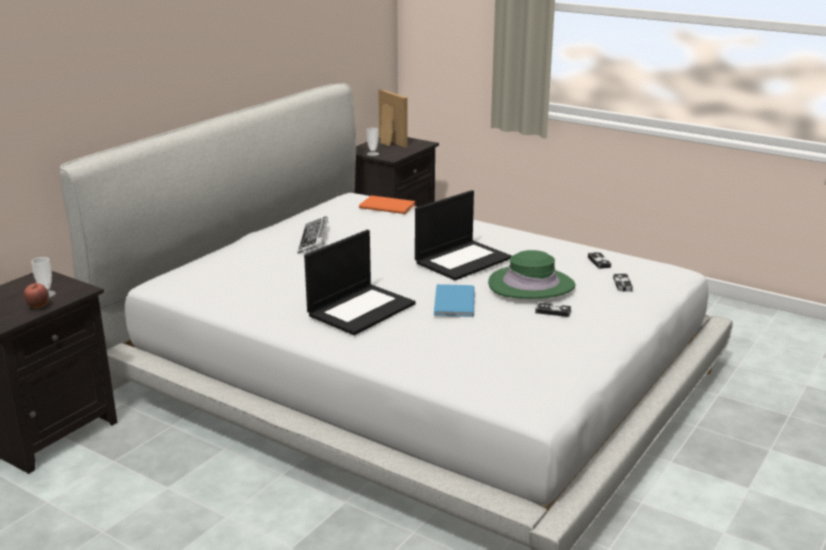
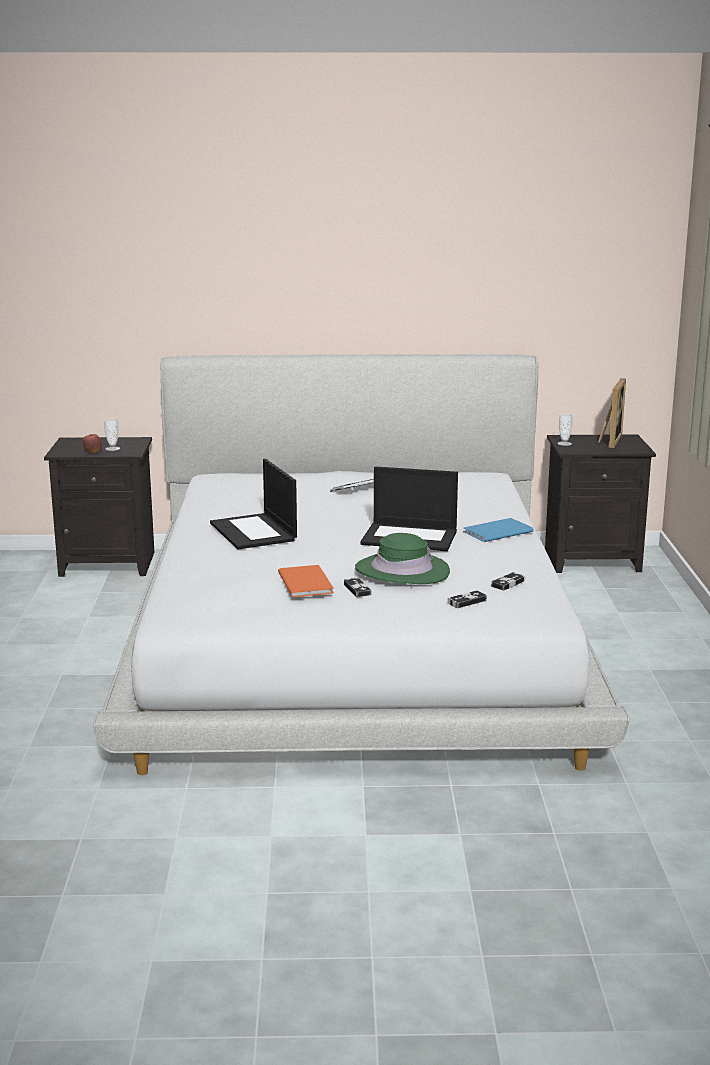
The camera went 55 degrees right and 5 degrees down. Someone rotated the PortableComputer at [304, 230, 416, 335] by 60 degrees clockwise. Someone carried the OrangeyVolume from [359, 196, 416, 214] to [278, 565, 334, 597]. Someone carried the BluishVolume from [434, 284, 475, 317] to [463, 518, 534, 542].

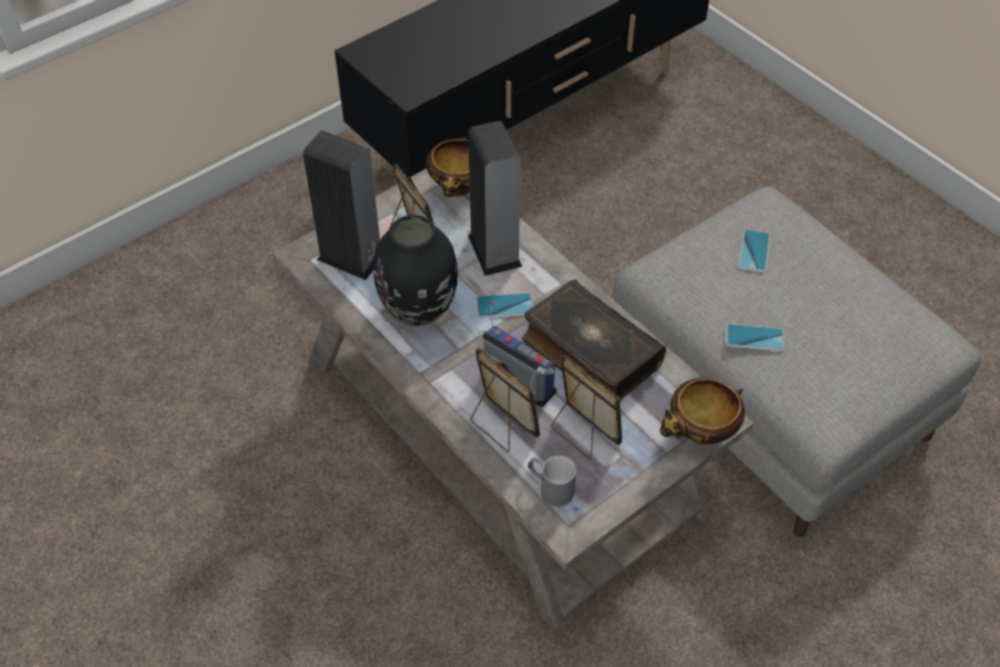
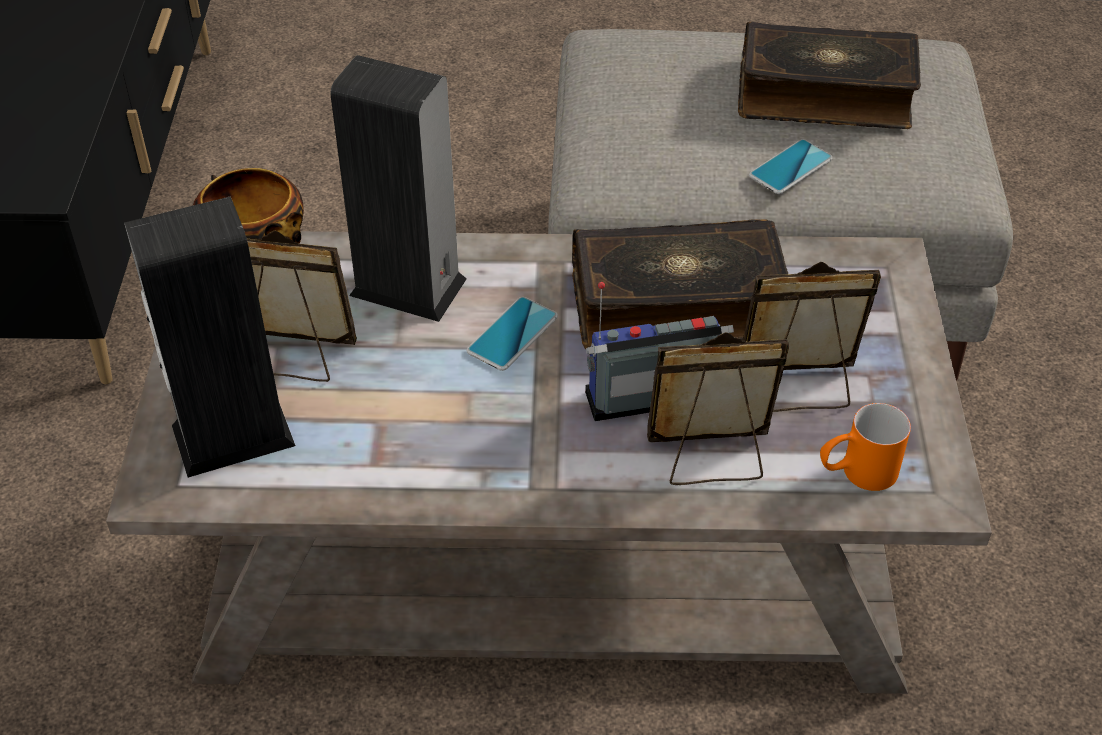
The camera went 50 degrees left and 5 degrees down. Someone put down the Volume at [738, 22, 921, 129]. Someone repainted the GrayTeaMug at [527, 456, 576, 507], which became the OrangeyTeaMug at [820, 403, 911, 491]. Someone took away the BlackColouredFlowerVase at [373, 215, 458, 326]. Someone took away the DeepDish at [660, 378, 745, 444]. Someone took away the Handset at [739, 229, 771, 273].

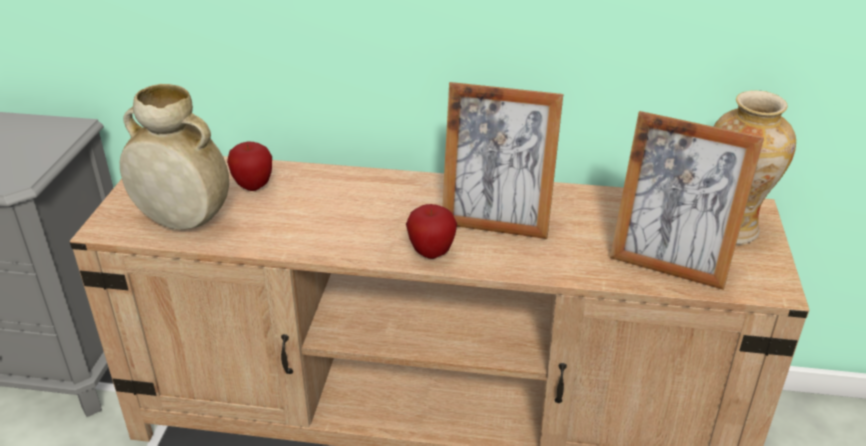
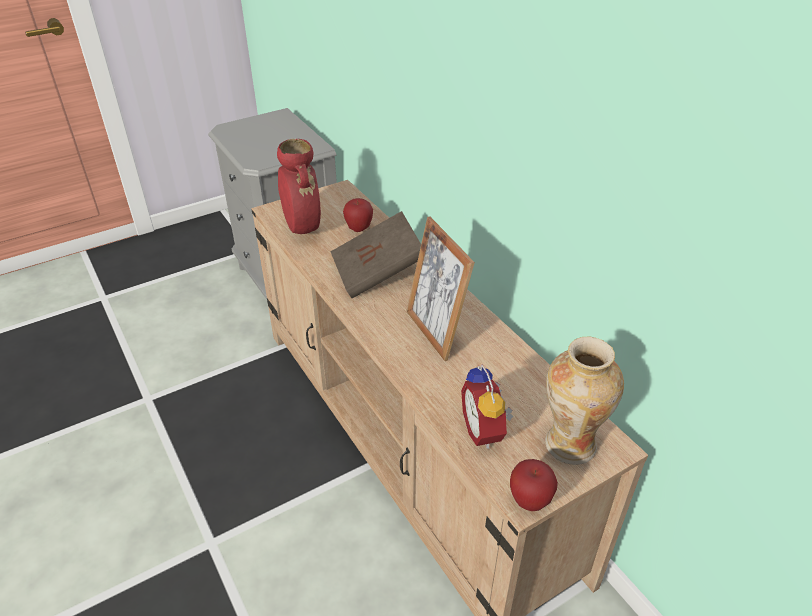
The camera went 50 degrees right and 5 degrees up. Someone repainted the BeigeFlowerVase at [120, 84, 229, 230], which became the RedColouredFlowerVase at [277, 139, 321, 234]. Someone put down the BrownVolume at [331, 211, 421, 298]. Someone swapped the PictureFrame at [610, 111, 764, 290] for the BedsideClock at [461, 364, 513, 449]. Someone carried the Apple from [406, 204, 457, 259] to [510, 459, 558, 511].

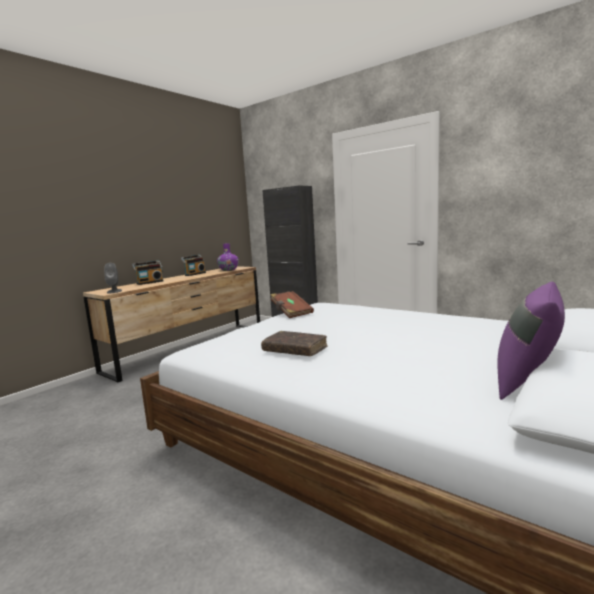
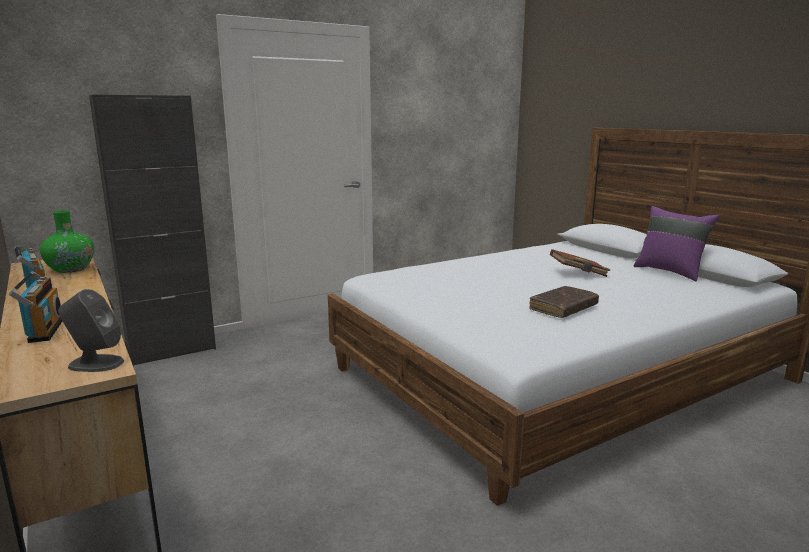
The camera went 70 degrees left and 5 degrees up. Someone repainted the PurpleColouredFlowerVase at [217, 243, 239, 271], which became the GreenishFlowerVase at [40, 210, 94, 273]. Someone carried the BrownVolume from [270, 291, 314, 318] to [550, 249, 610, 277].

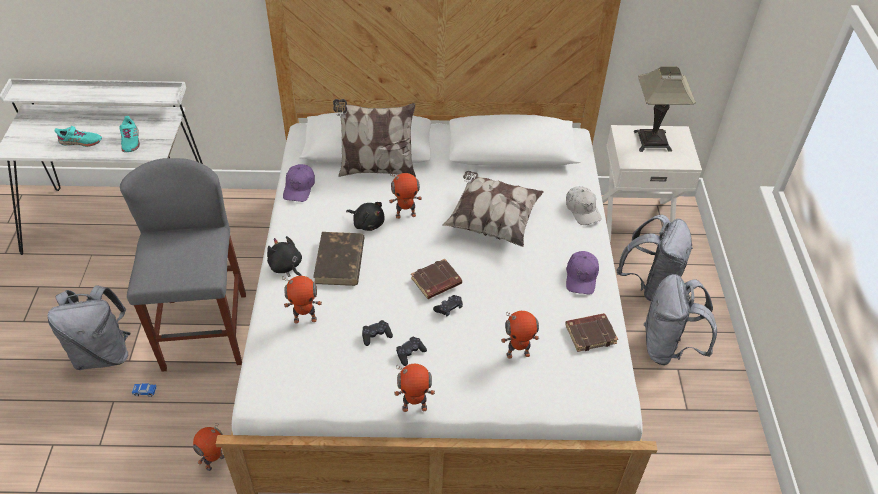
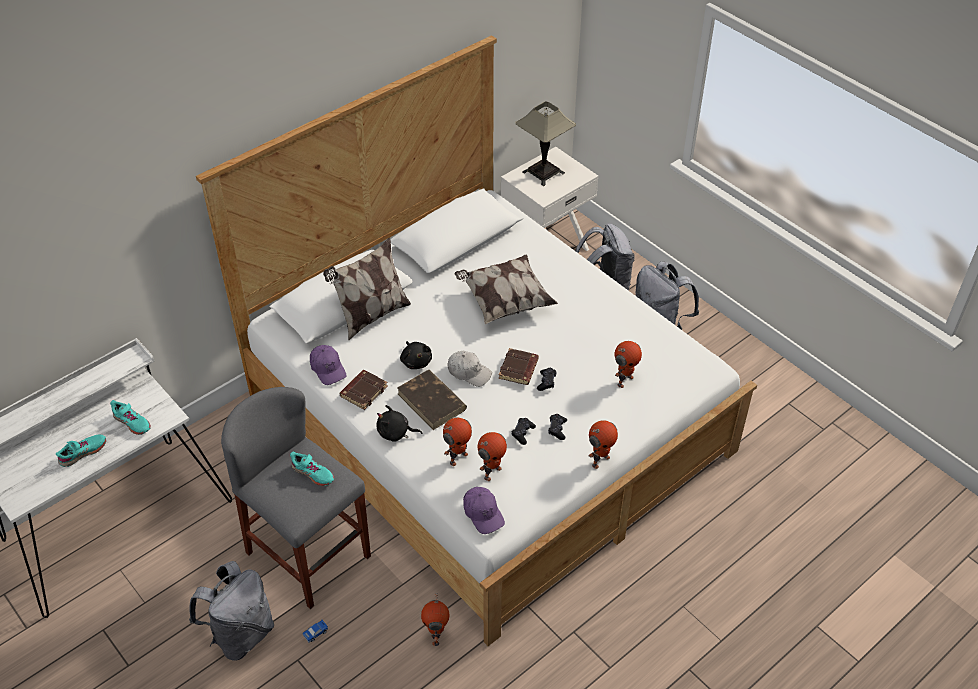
The camera went 40 degrees left and 0 degrees up. Someone put down the TurquoiseColouredShoe at [290, 452, 334, 486]. Someone carried the BrownVolume from [565, 313, 618, 352] to [339, 370, 388, 410]. Someone rotated the BlackColouredSoftToy at [346, 202, 384, 231] by 75 degrees clockwise. Someone carried the WhiteColouredCap from [566, 186, 602, 225] to [447, 351, 492, 387]. Someone carried the PurpleColouredCap from [566, 251, 599, 295] to [463, 487, 505, 534]. Someone carried the ModelRobot from [389, 173, 422, 219] to [478, 432, 507, 481].

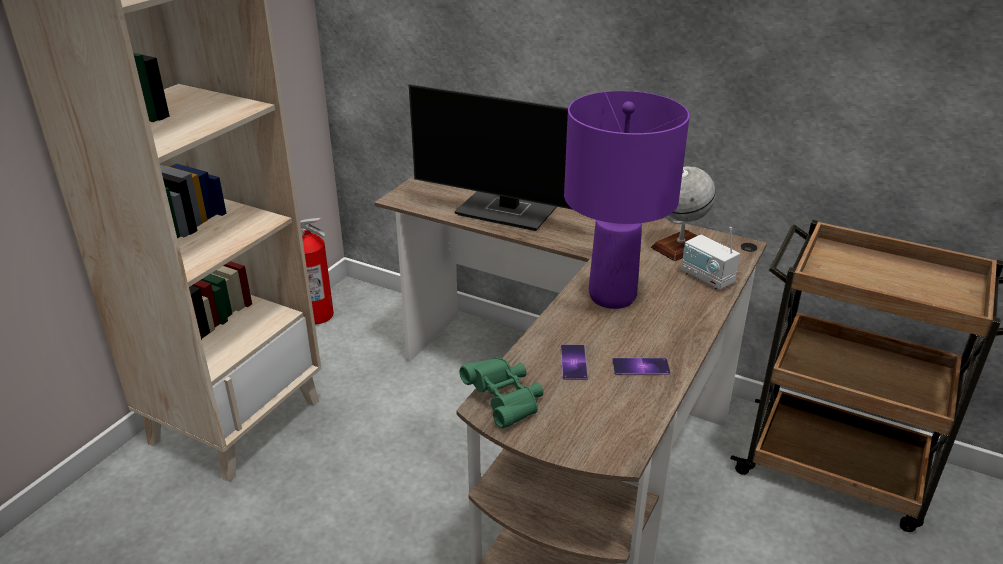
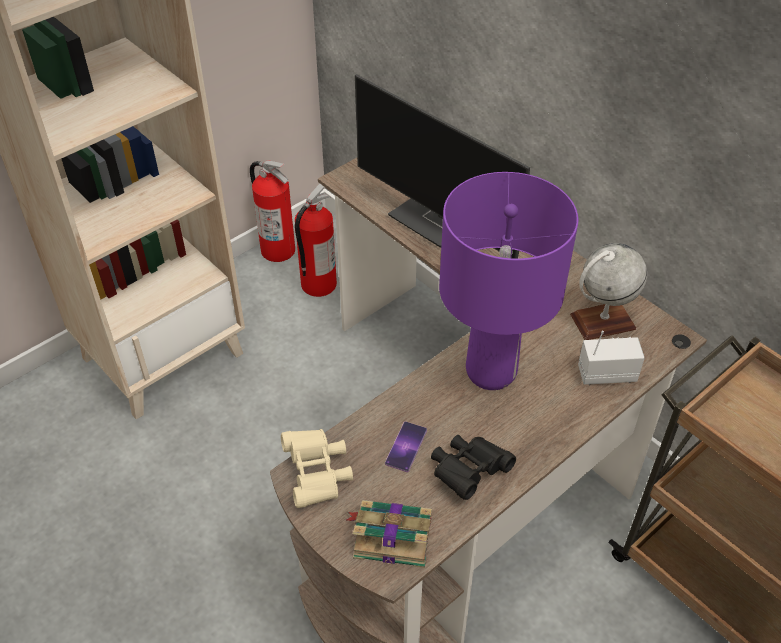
The camera went 20 degrees right and 15 degrees up. Someone repainted the GreenishFieldGlasses at [460, 357, 543, 428], which became the BeigeFieldGlasses at [281, 429, 353, 508]. Someone put down the Extinguisher at [295, 184, 337, 297]. Someone put down the Volume at [346, 500, 432, 568]. Someone swapped the Handset at [612, 358, 671, 375] for the BlackColouredFieldGlasses at [431, 435, 516, 500]. Someone rotated the Radio at [681, 227, 740, 290] by 105 degrees clockwise.

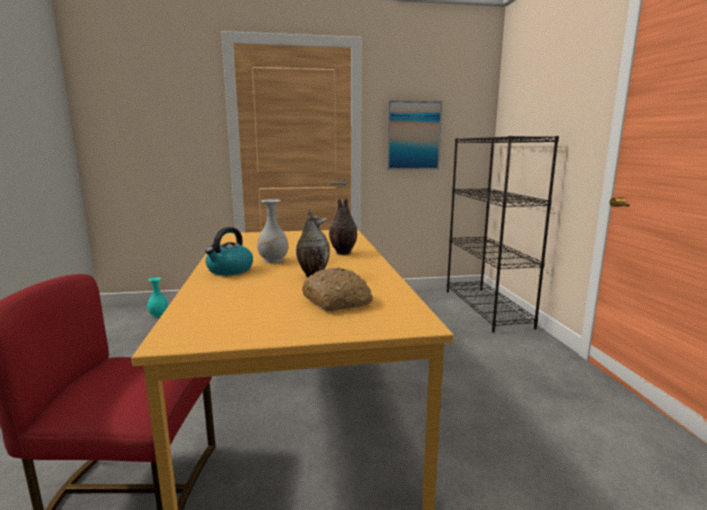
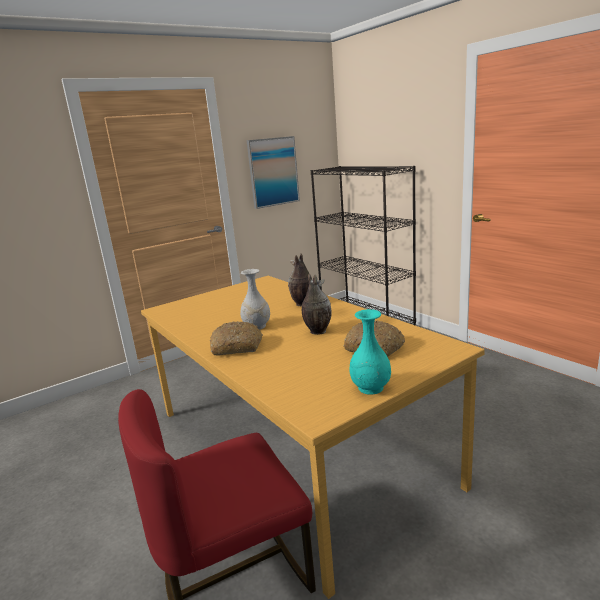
The camera went 25 degrees left and 5 degrees up. Someone swapped the TeaKettle at [205, 227, 253, 275] for the BakedBread at [210, 321, 263, 356]. Someone carried the TurquoiseColouredFlowerVase from [147, 277, 169, 318] to [349, 309, 391, 395].

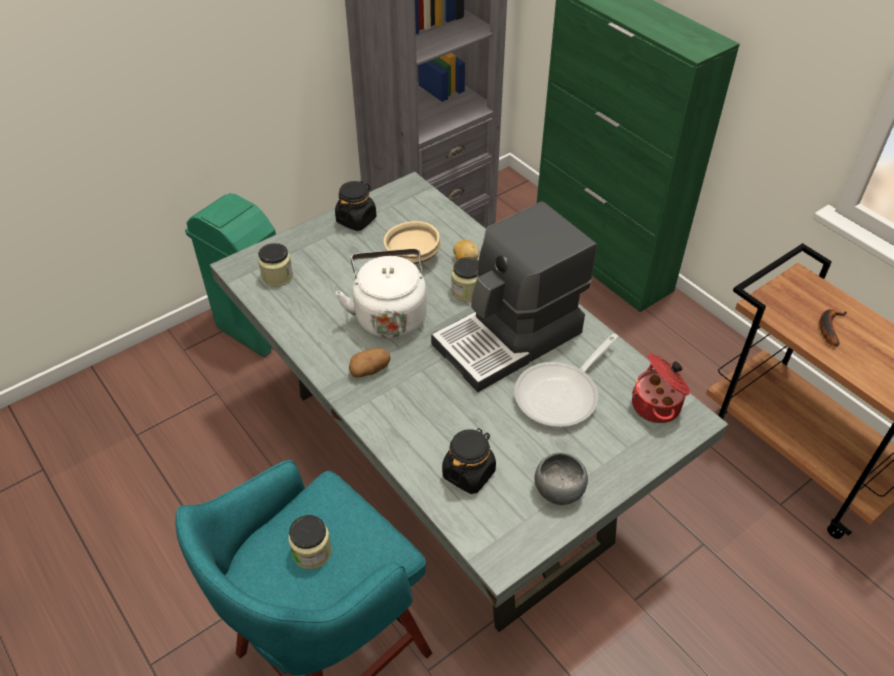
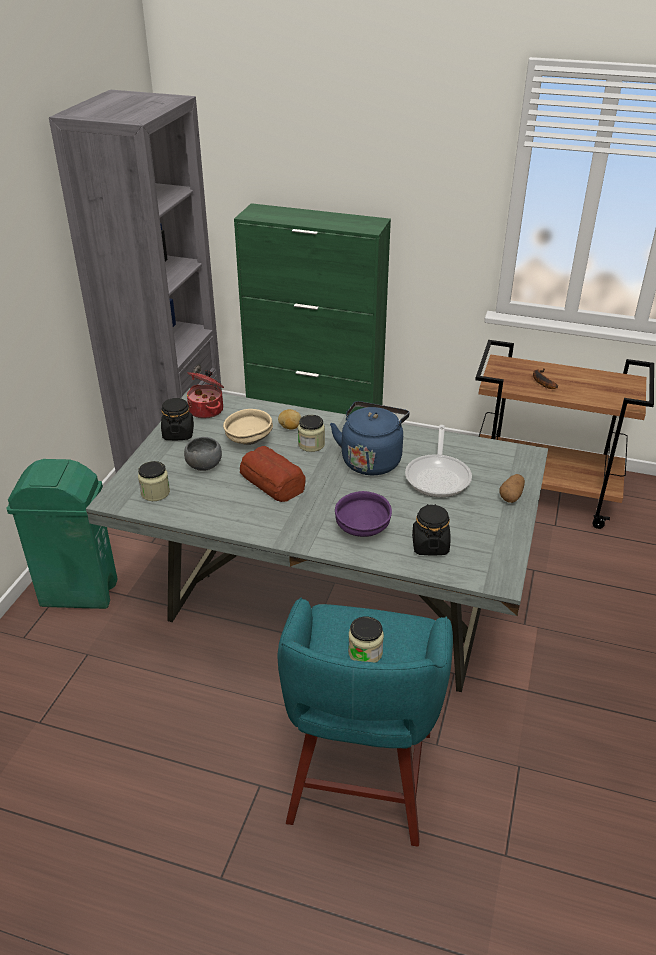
The camera went 35 degrees left and 10 degrees down. Someone carried the GrayDeepDish from [534, 453, 588, 505] to [184, 437, 222, 471]. Someone carried the Saucepot from [632, 353, 690, 423] to [187, 370, 224, 419]. Someone swapped the WhiteColouredTeaKettle at [336, 249, 427, 340] for the BakedBread at [240, 446, 306, 502]. Someone swapped the CoffeeMachine at [431, 202, 597, 392] for the BluishTeaKettle at [330, 401, 410, 475]. Someone put down the PurpleColouredDeepDish at [335, 491, 392, 537]. Someone carried the WholePotato from [349, 348, 390, 377] to [499, 474, 525, 503].

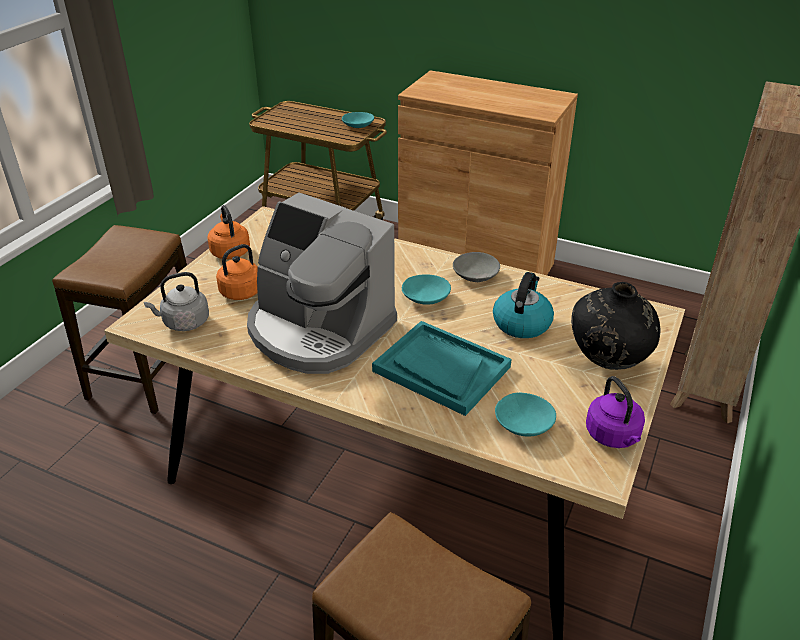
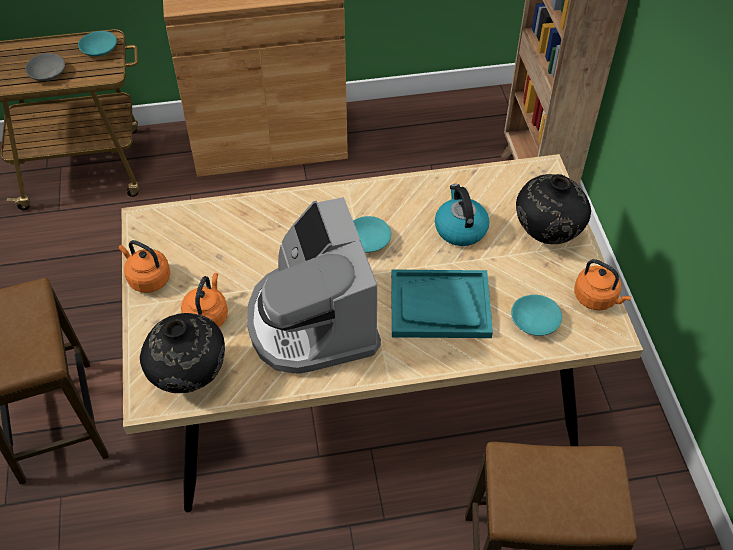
The camera went 35 degrees left and 15 degrees up. Someone carried the GrayDeepDish from [453, 252, 500, 282] to [25, 53, 65, 81]. Someone swapped the GrayTeaKettle at [144, 272, 209, 331] for the BlackColouredFlowerVase at [140, 313, 225, 393]. Someone rotated the CoffeeMachine at [247, 193, 397, 374] by 75 degrees clockwise. Someone repainted the PurpleColouredTeaKettle at [586, 376, 645, 448], which became the OrangeyTeaKettle at [574, 259, 632, 310].

